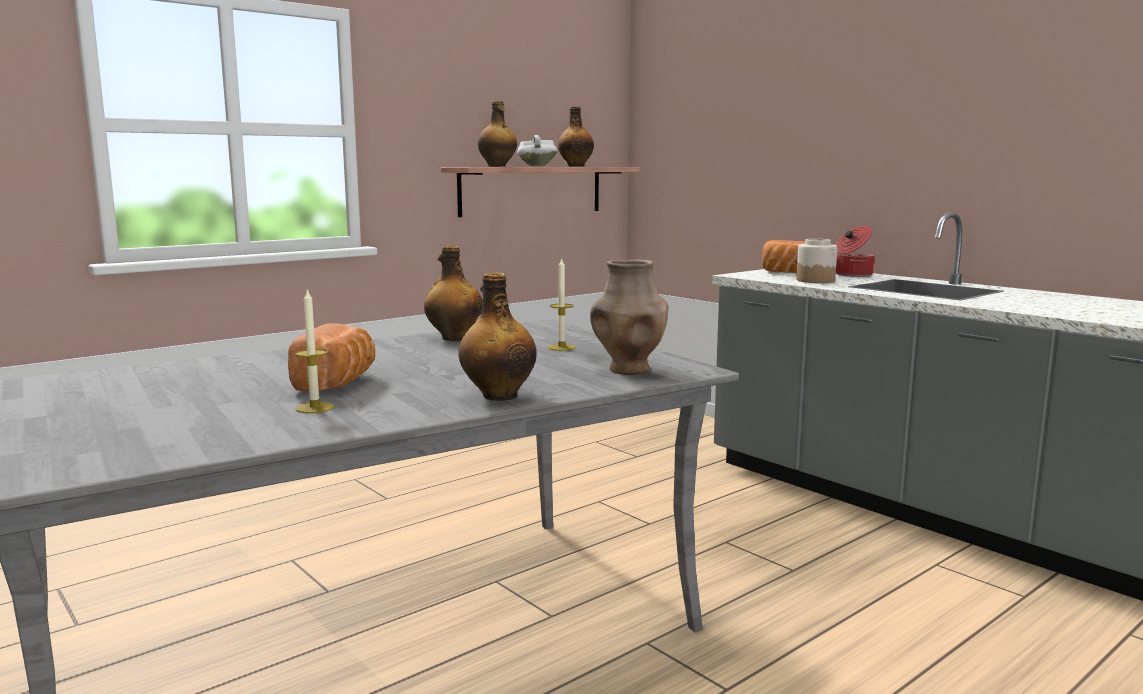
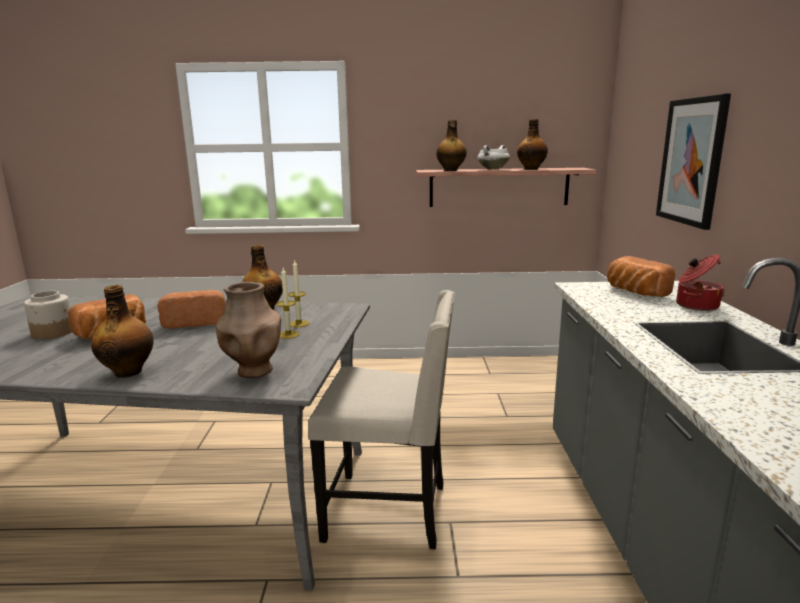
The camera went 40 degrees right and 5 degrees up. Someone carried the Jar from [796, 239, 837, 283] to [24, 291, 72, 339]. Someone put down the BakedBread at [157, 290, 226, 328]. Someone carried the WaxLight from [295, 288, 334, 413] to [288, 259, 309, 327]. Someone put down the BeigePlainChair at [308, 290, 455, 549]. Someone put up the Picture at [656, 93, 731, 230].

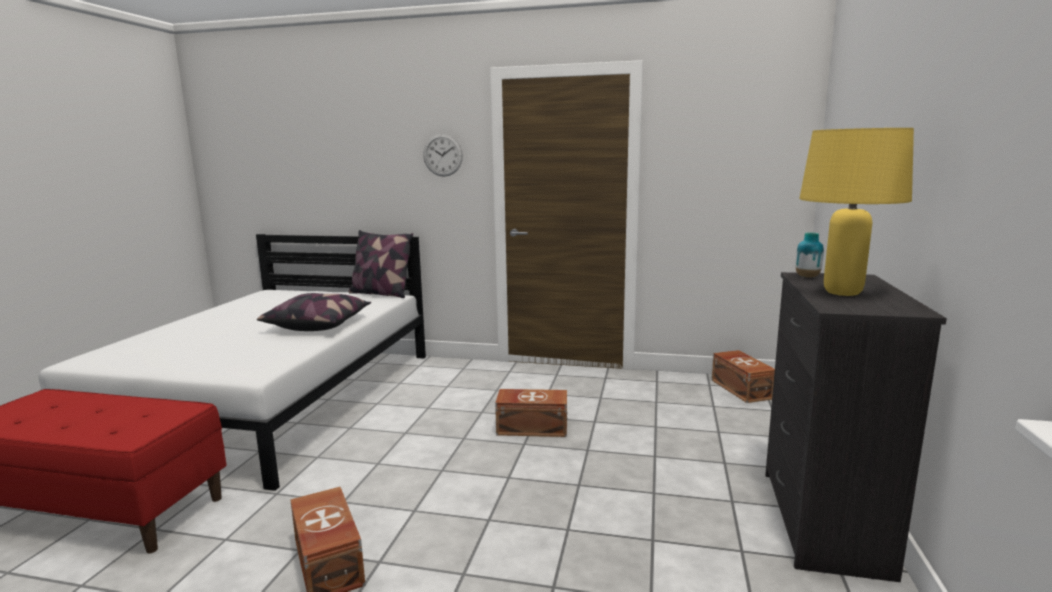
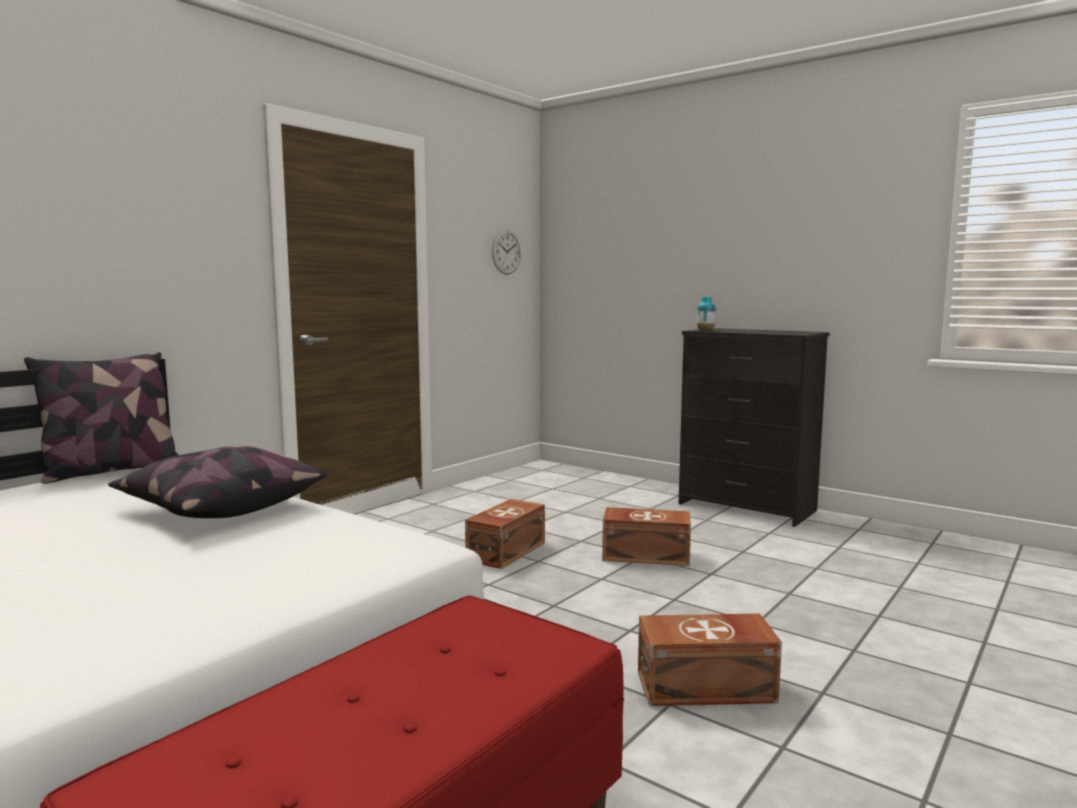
The camera went 65 degrees left and 5 degrees down. Someone carried the HangingClock from [423, 134, 463, 177] to [492, 229, 521, 275]. Someone carried the BrownStorageContainer from [712, 350, 775, 403] to [602, 507, 691, 566]. Someone took away the YellowishTabletopLamp at [799, 128, 914, 296].

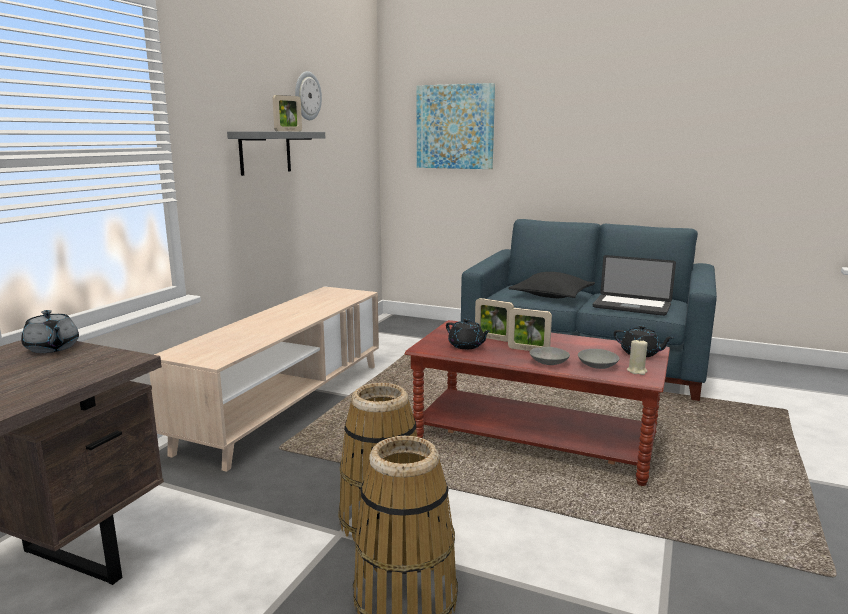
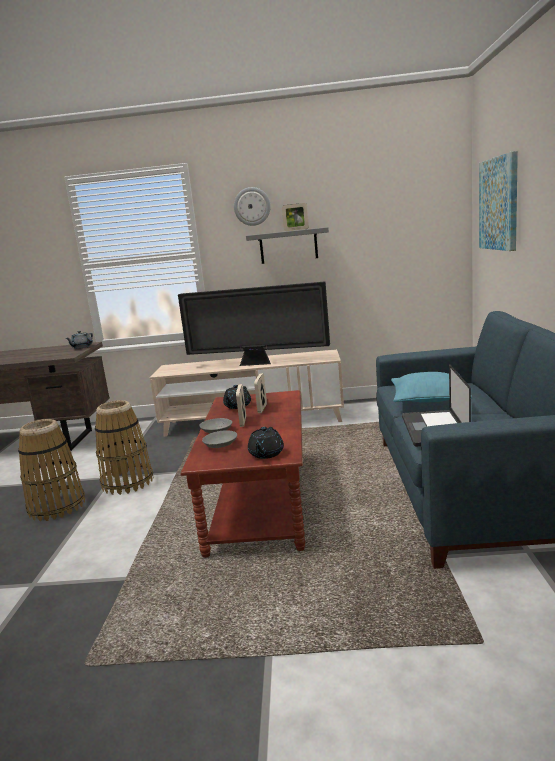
The camera went 70 degrees right and 0 degrees up. Someone put down the Tv at [178, 281, 330, 366]. Someone carried the HangingClock from [295, 71, 322, 120] to [234, 187, 271, 226]. Someone repainted the BlackColouredPillow at [508, 272, 595, 298], which became the TurquoiseColouredPillow at [391, 372, 472, 402]. Someone took away the BeigeWaxLight at [627, 340, 648, 375].

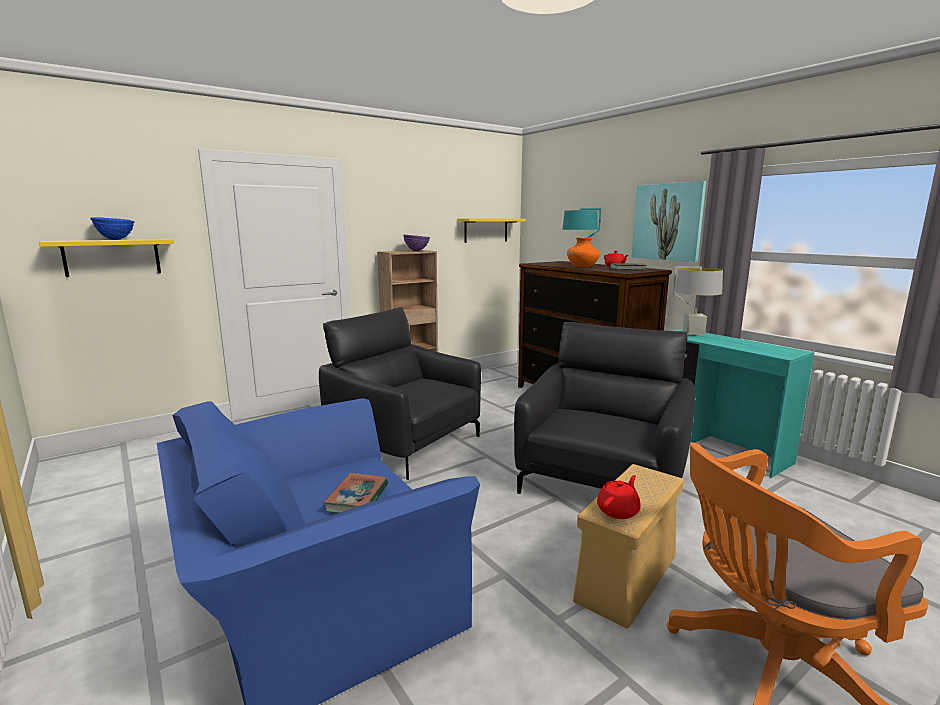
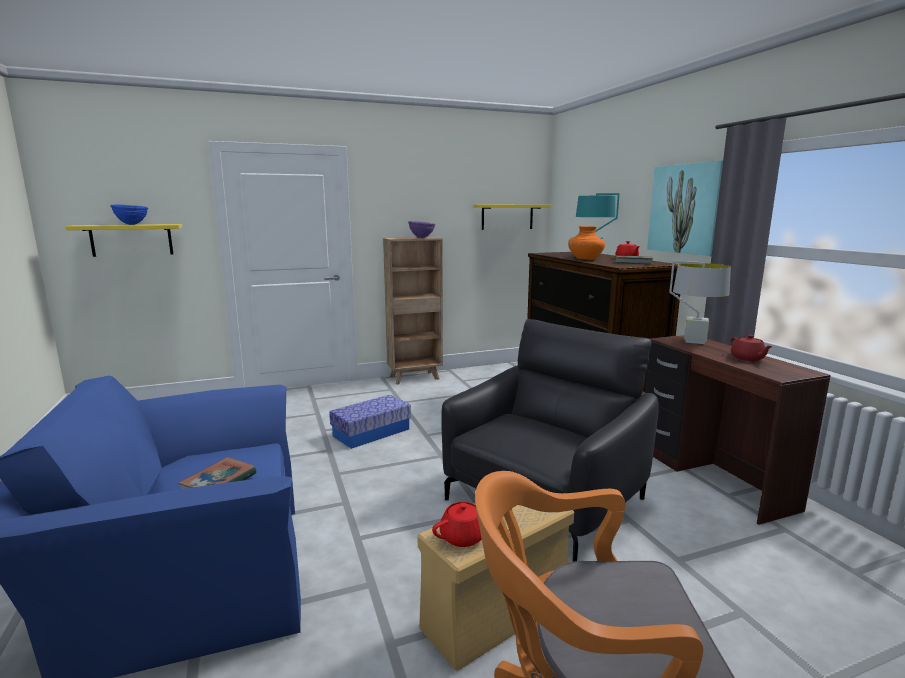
The camera went 15 degrees right and 0 degrees up. Someone swapped the BlackColouredEasyChair at [319, 307, 481, 480] for the StorageContainer at [329, 395, 411, 449]. Someone repainted the TurquoiseColouredDeskUnit at [675, 329, 815, 478], which became the BrownDeskUnit at [645, 335, 831, 525]. Someone put down the RedColouredPotForTea at [730, 335, 772, 361].

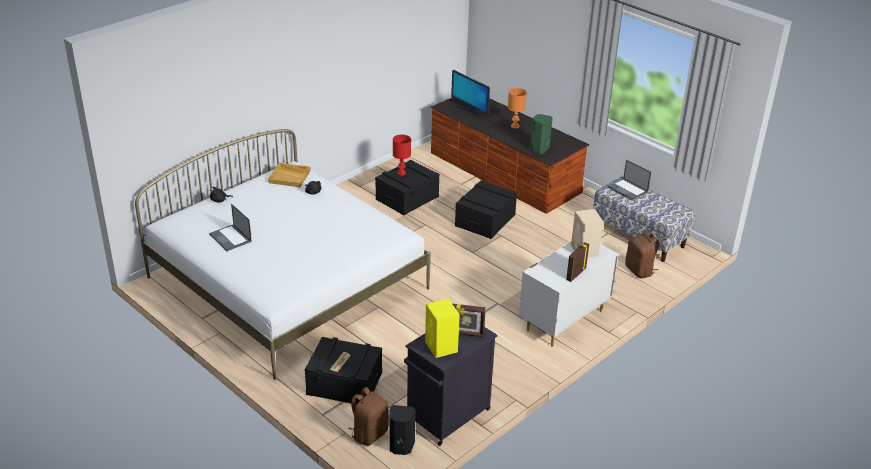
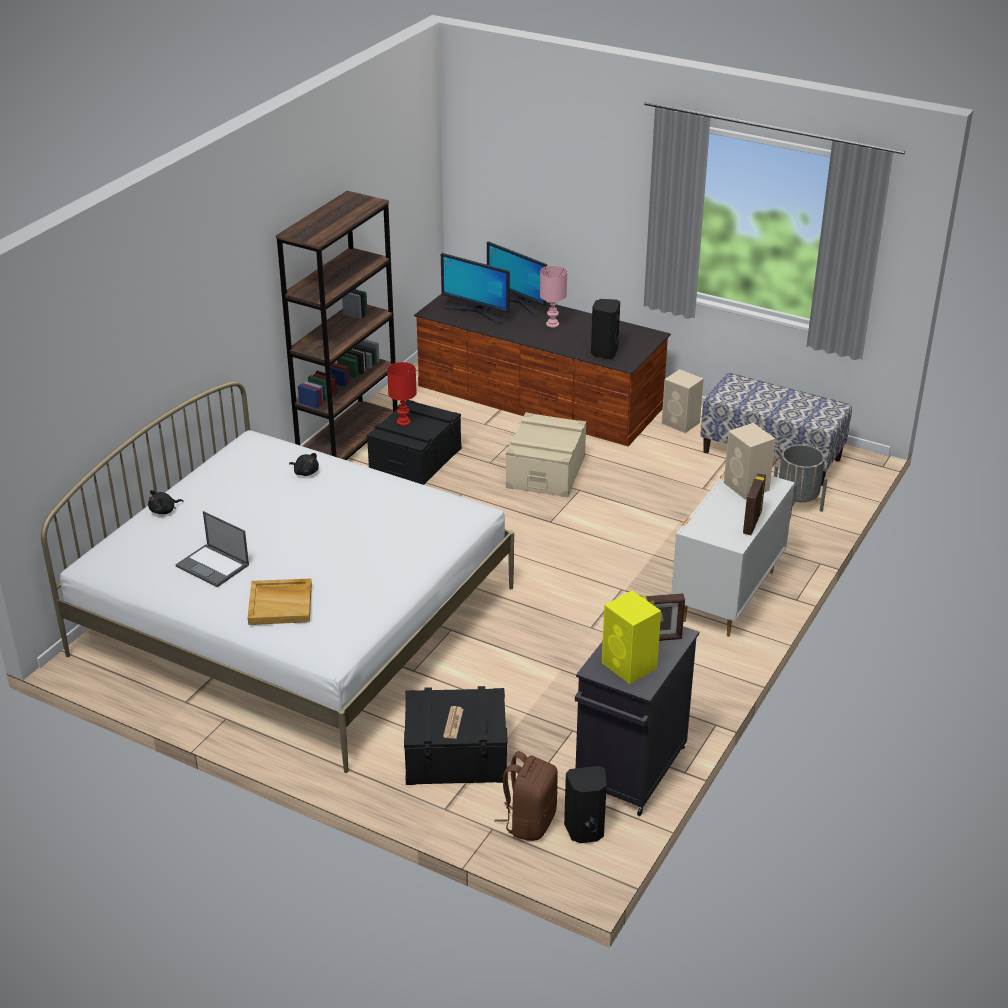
The camera went 15 degrees left and 0 degrees up. Someone carried the BeigeServingTray from [268, 163, 311, 187] to [248, 578, 312, 625]. Someone put down the BrownBookcase at [276, 191, 398, 460]. Someone put down the Monitor at [487, 241, 547, 315]. Someone repainted the BlackColouredStorageContainer at [455, 180, 517, 239], which became the BeigeStorageContainer at [506, 412, 586, 497]. Someone repainted the OrangeyTabletopLamp at [508, 88, 527, 129], which became the PinkishTabletopLamp at [540, 266, 567, 328]. Someone repainted the GreenishSpeaker at [530, 114, 552, 154], which became the BlackColouredSpeaker at [591, 299, 620, 359]. Someone put down the BeigeSpeaker at [662, 369, 704, 433]. Someone swapped the BrownKnapsack at [625, 231, 660, 278] for the GrayFlowerPot at [774, 444, 827, 518]. Someone took away the PortableComputer at [608, 160, 651, 201].

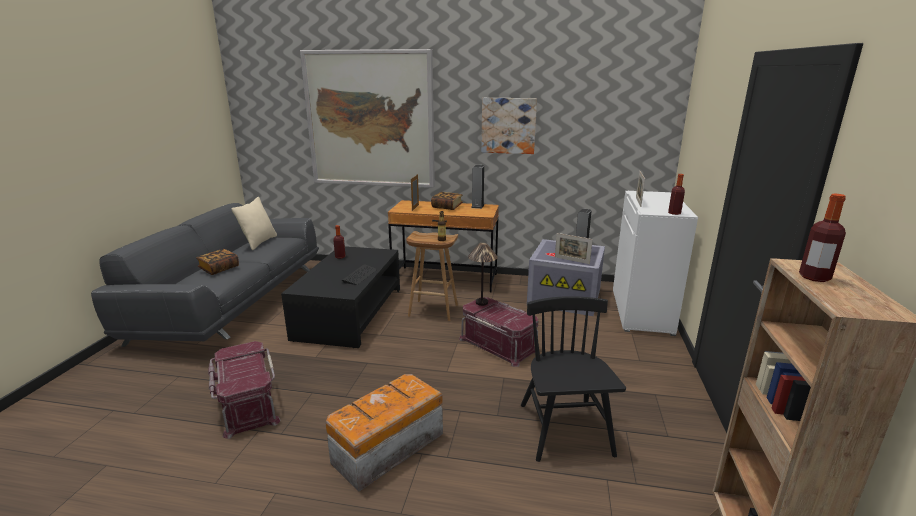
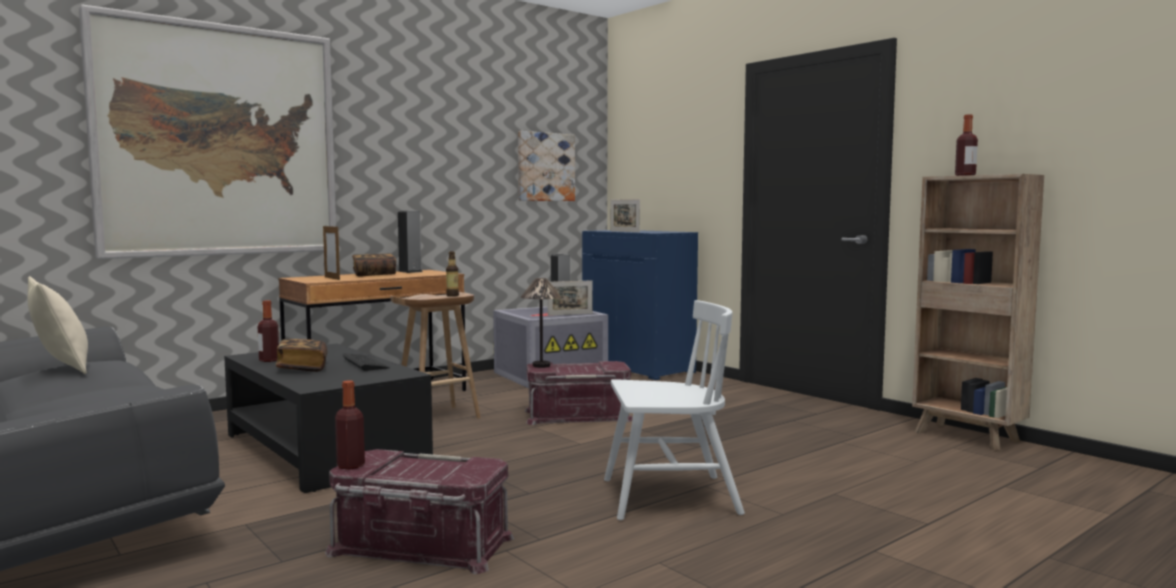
The camera went 50 degrees left and 15 degrees down. Someone carried the Volume from [196, 249, 239, 275] to [276, 339, 327, 372]. Someone carried the DrinkBottle from [668, 174, 685, 215] to [335, 380, 365, 470]. Someone carried the Picture from [481, 98, 537, 154] to [518, 131, 575, 201]. Someone repainted the WhiteColouredStorageCabinet at [613, 191, 698, 336], which became the BluishStorageCabinet at [582, 230, 698, 380]. Someone swapped the StorageContainer at [325, 374, 443, 492] for the WhiteColouredPlainChair at [604, 300, 745, 520]. Someone took away the BlackColouredPlainChair at [521, 296, 626, 462].

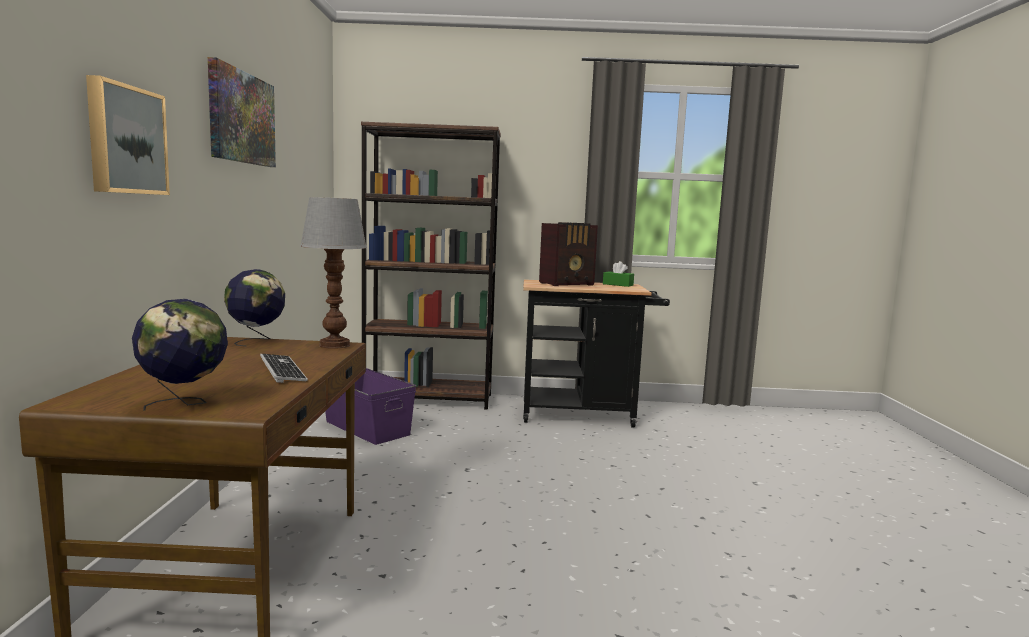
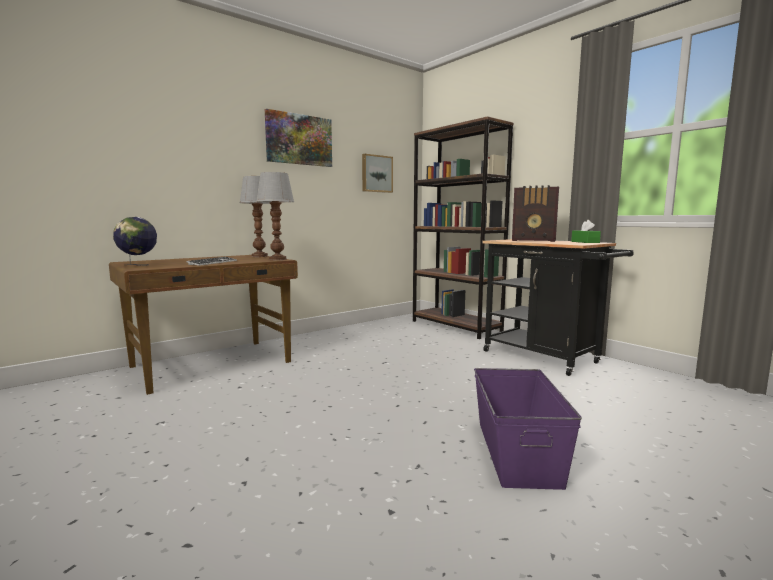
The camera went 50 degrees right and 0 degrees up. Someone swapped the WorldGlobe at [224, 269, 285, 346] for the TabletopLamp at [239, 176, 270, 257]. Someone carried the Picture from [86, 75, 170, 195] to [362, 154, 393, 193]. Someone carried the PurpleColouredStorageContainer from [325, 368, 416, 445] to [474, 368, 582, 490].

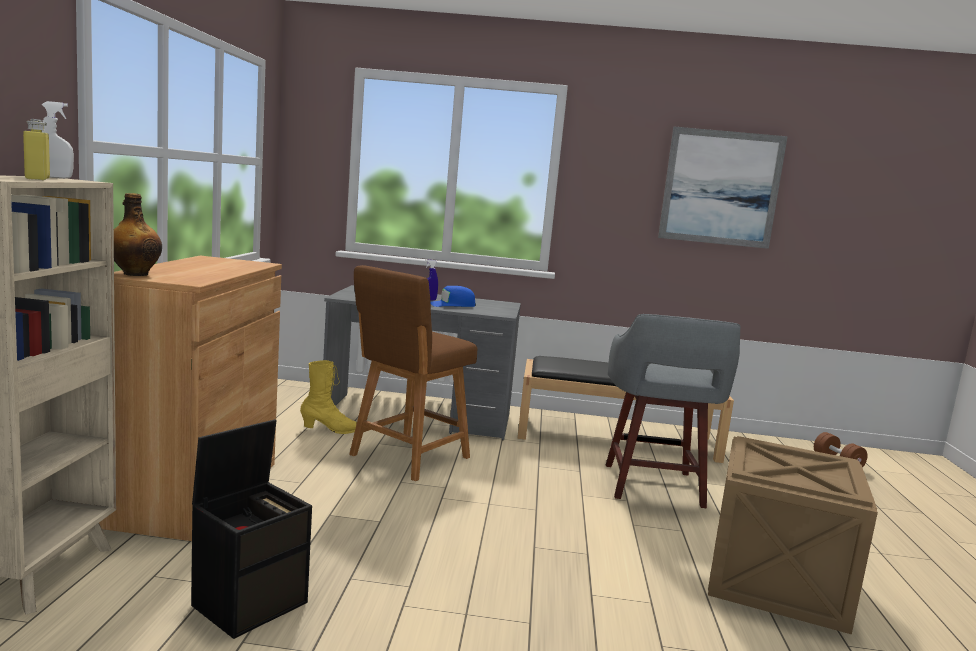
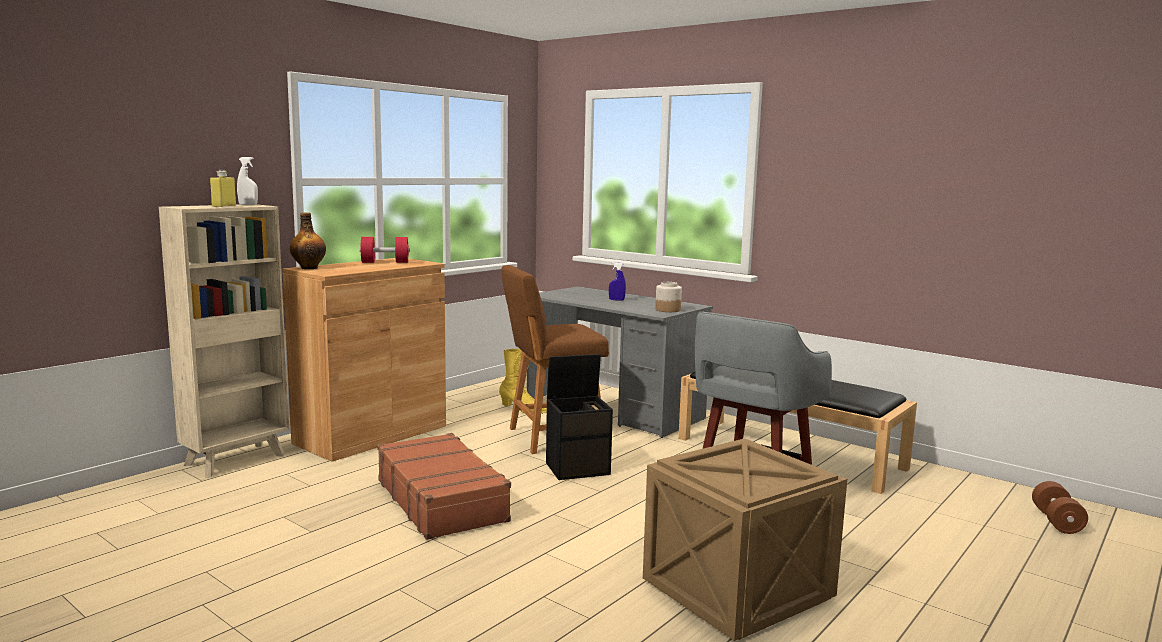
The camera went 35 degrees right and 0 degrees up. Someone put down the RedColouredDumbbell at [360, 237, 410, 263]. Someone put down the BrownPieceOfLuggage at [377, 433, 511, 540]. Someone carried the BlackColouredStorageContainer from [191, 419, 312, 639] to [546, 354, 613, 480]. Someone put down the Jar at [655, 282, 682, 312]. Someone took away the BluishCap at [431, 286, 476, 307]. Someone took away the Picture at [658, 127, 788, 249].

